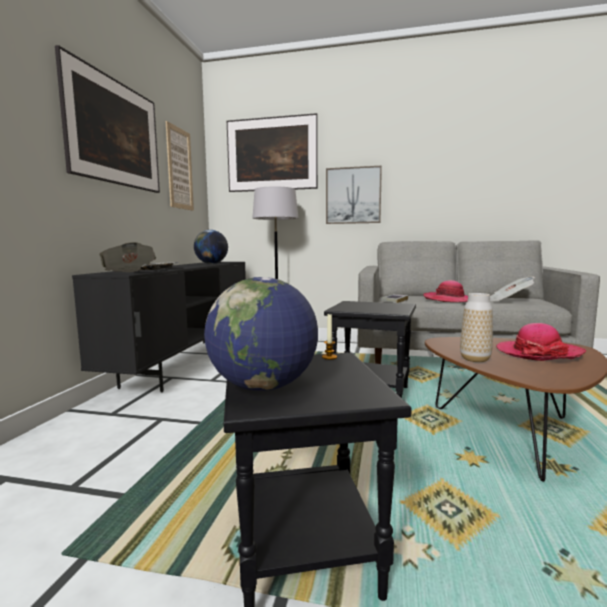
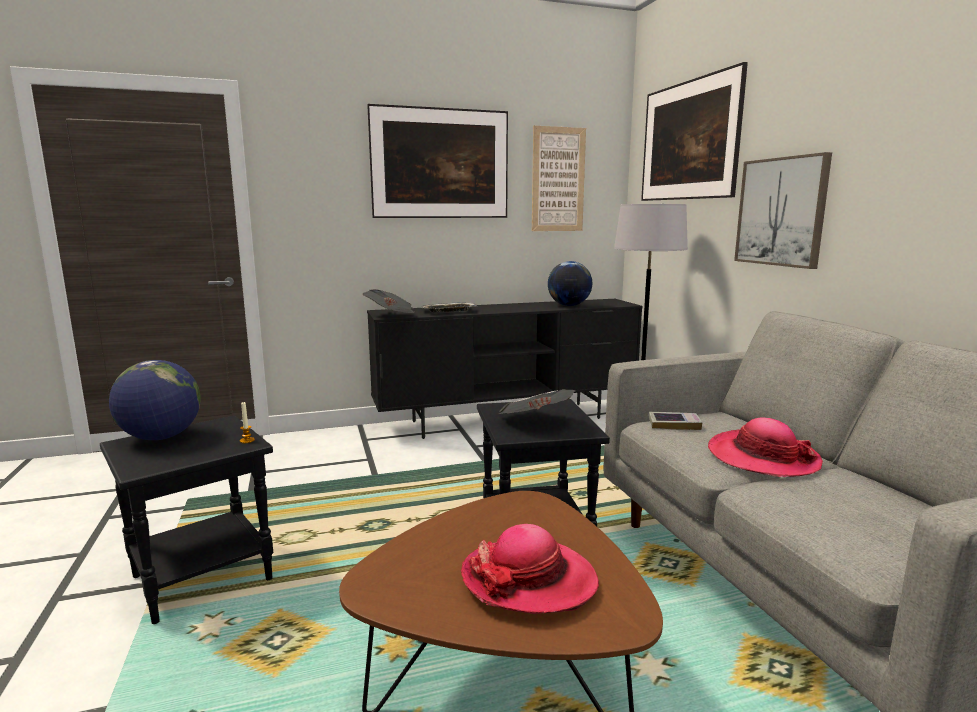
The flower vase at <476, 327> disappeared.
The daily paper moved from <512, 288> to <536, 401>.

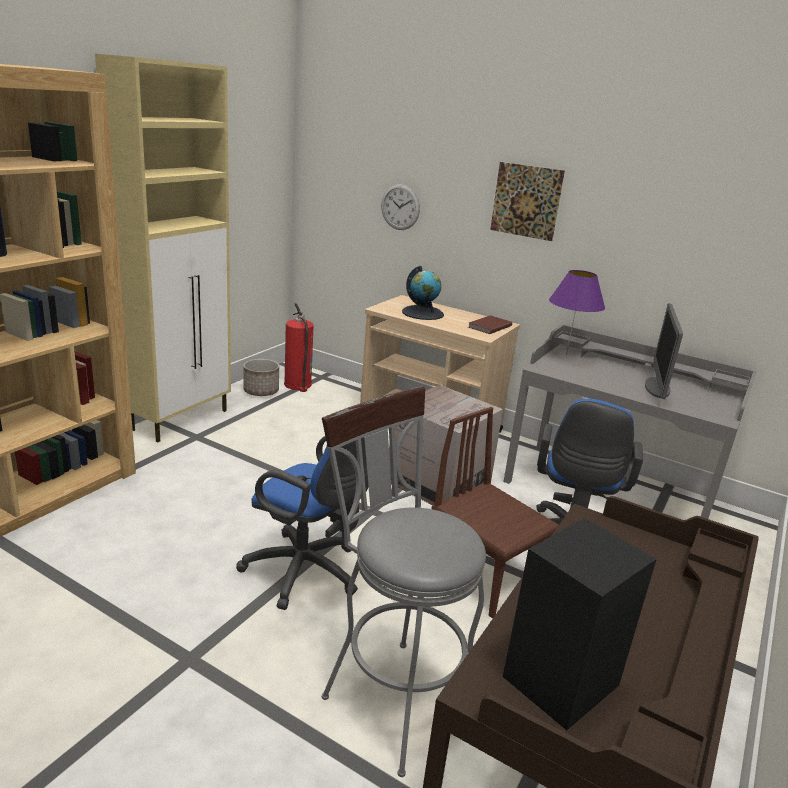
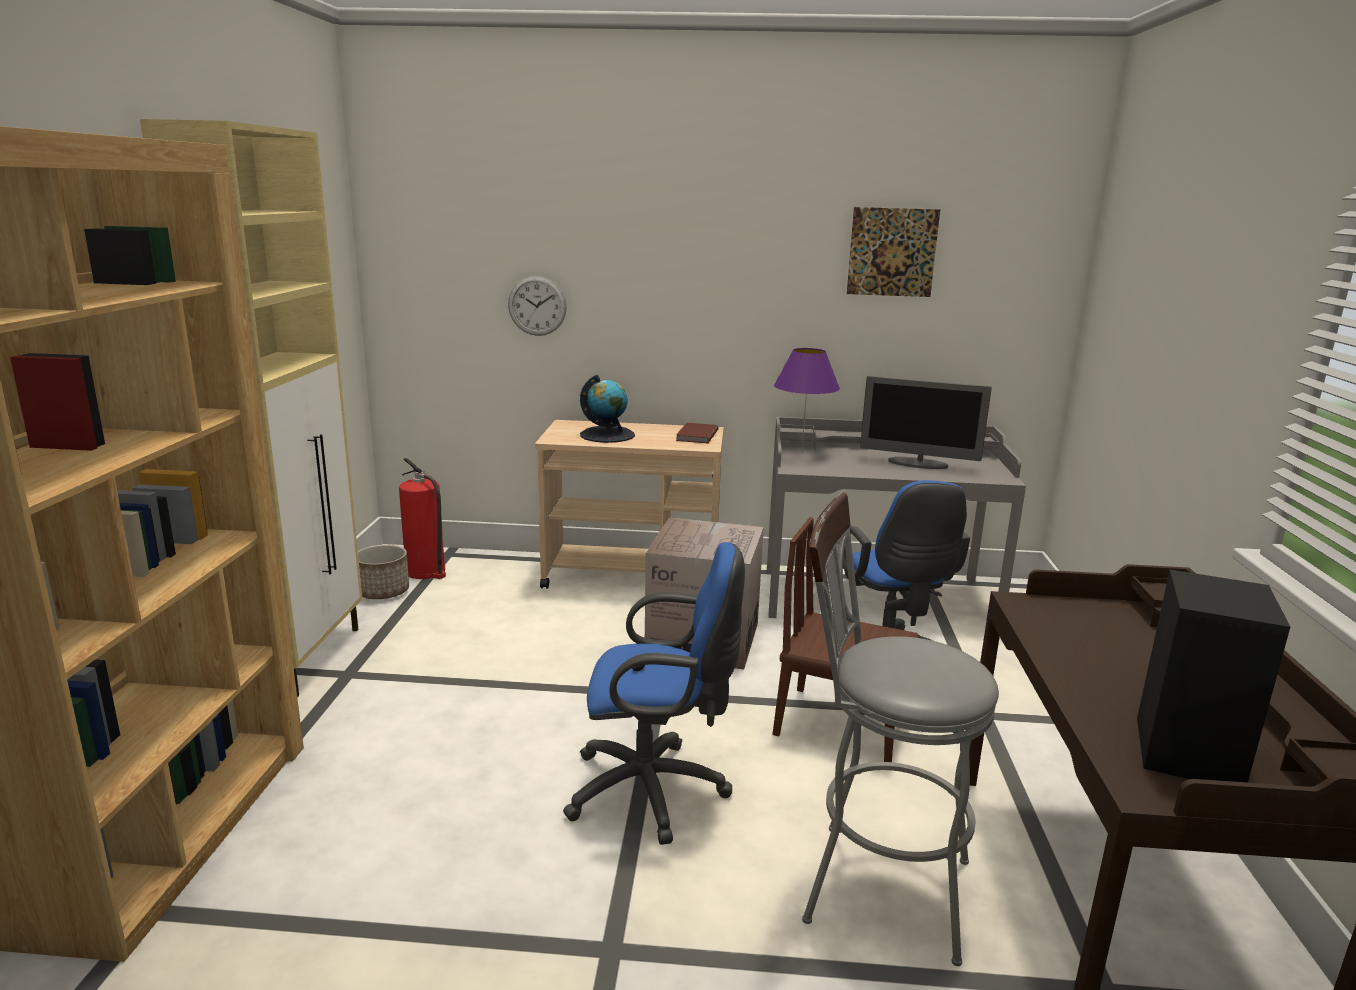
The wall picture moved from <527, 201> to <893, 252>.
The computer screen at <664, 351> turned 60 degrees counterclockwise.

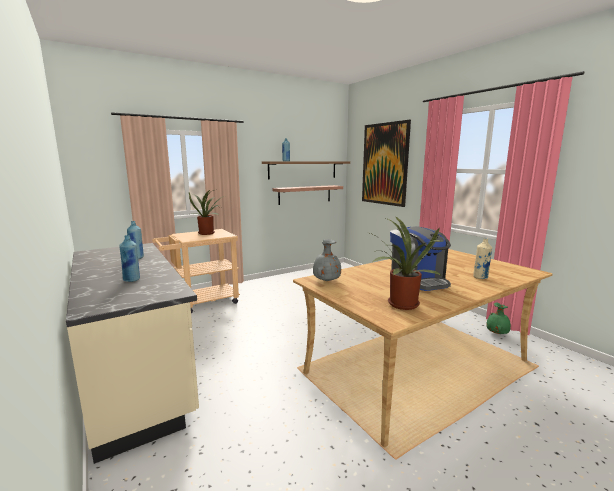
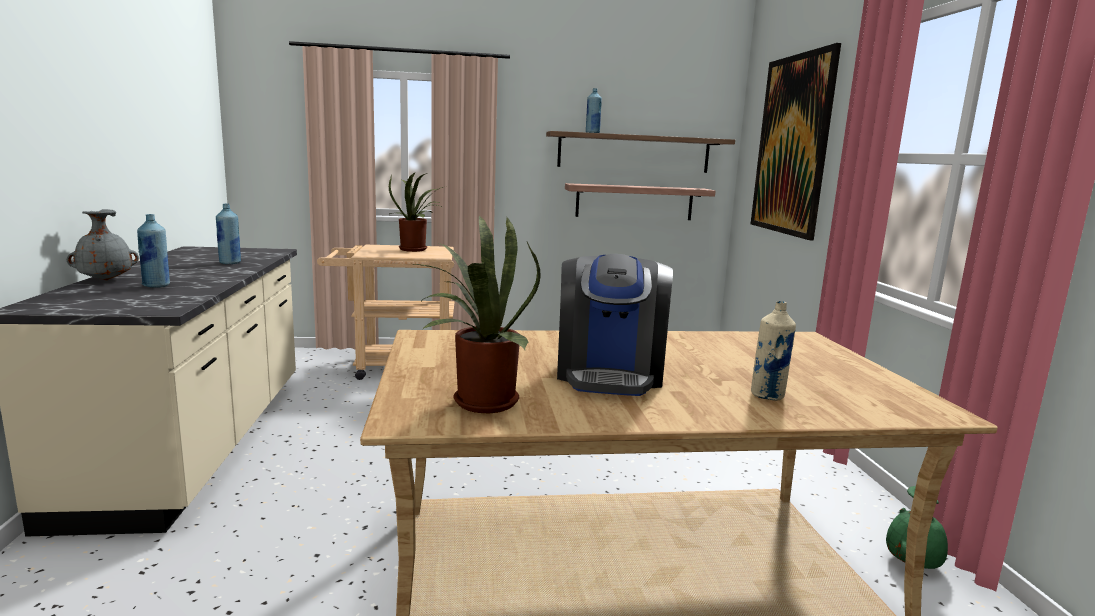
The grey flower vase moved from <327, 260> to <103, 244>.

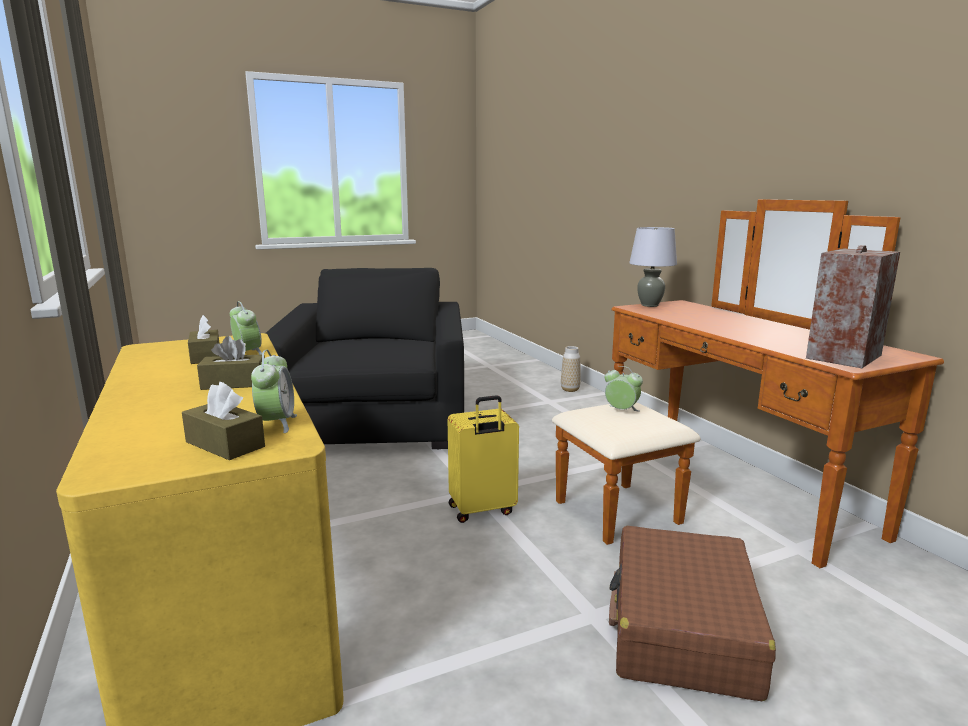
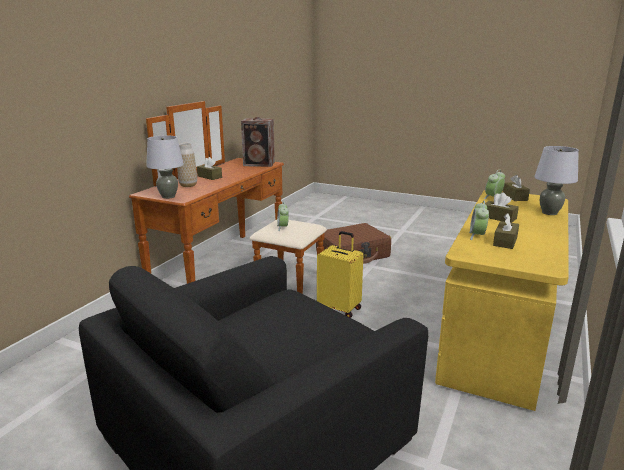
The brown-coloured box of tissues at <209, 168> appeared.
The grey tabletop lamp at <556, 180> appeared.
The flower vase moved from <571, 369> to <187, 165>.

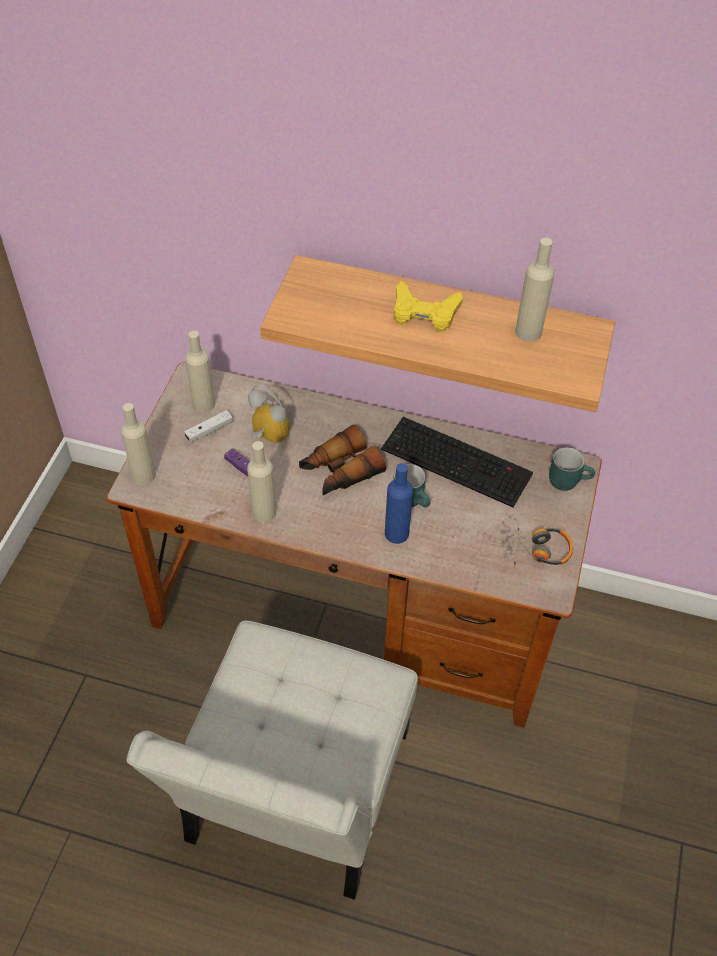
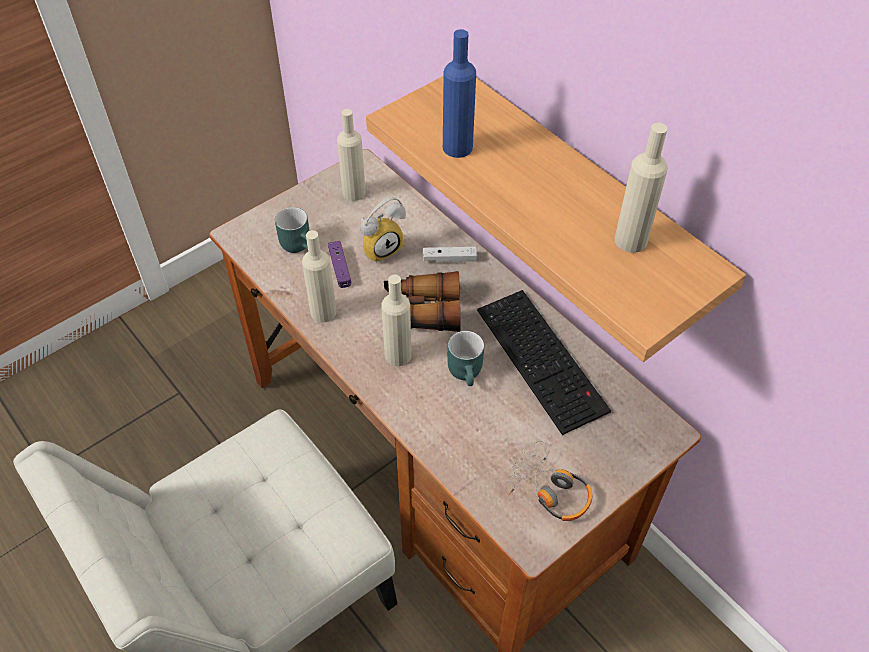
The yellow-coloured joypad at <428, 306> disappeared.
The beige-coloured beverage bottle moved from <138, 444> to <396, 320>.
The whitish joypad moved from <208, 426> to <450, 254>.
The blue-coloured beverage bottle moved from <399, 503> to <459, 93>.
The turquoise coffee mug moved from <572, 469> to <292, 230>.
The bedside clock at <268, 414> turned 75 degrees clockwise.

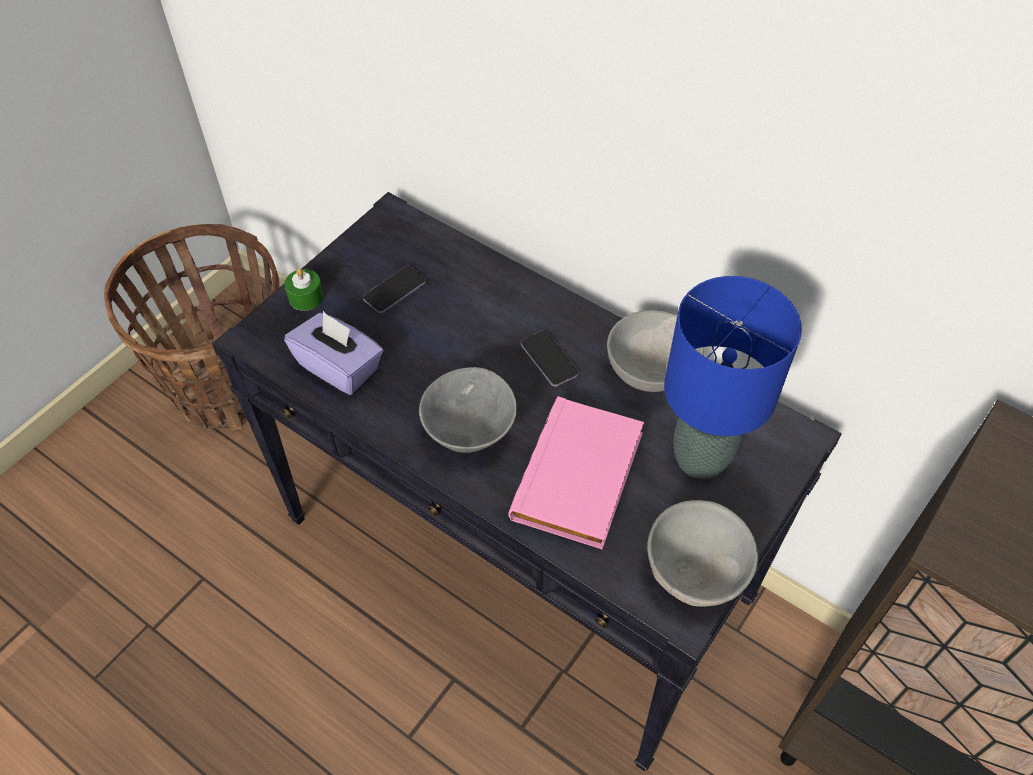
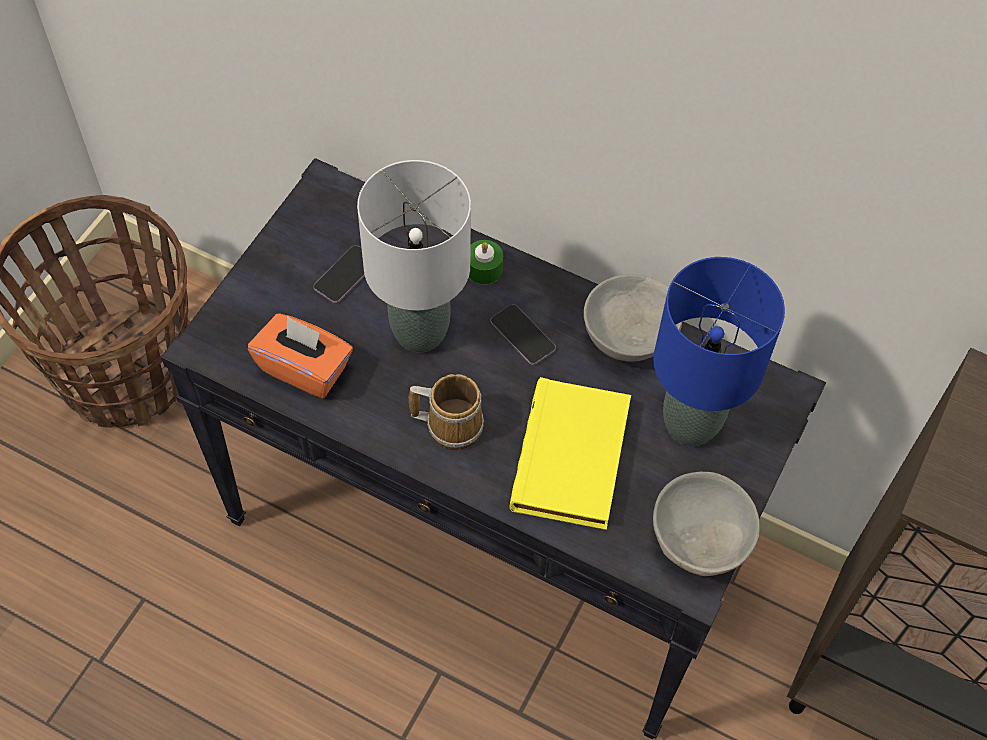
The grey tabletop lamp at <414, 256> appeared.
The green-coloured candle moved from <303, 289> to <486, 262>.
The grey serving bowl at <468, 410> was replaced by the coffee mug at <446, 412>.
The purple box of tissues at <333, 353> became the orange-coloured box of tissues at <300, 355>.
The pink-coloured volume at <576, 472> became the yellow-coloured volume at <570, 453>.

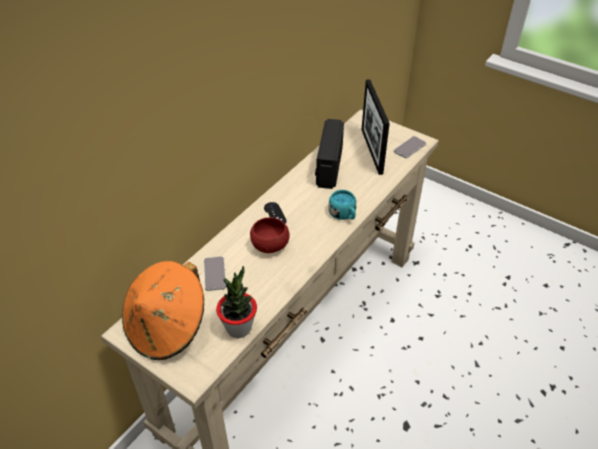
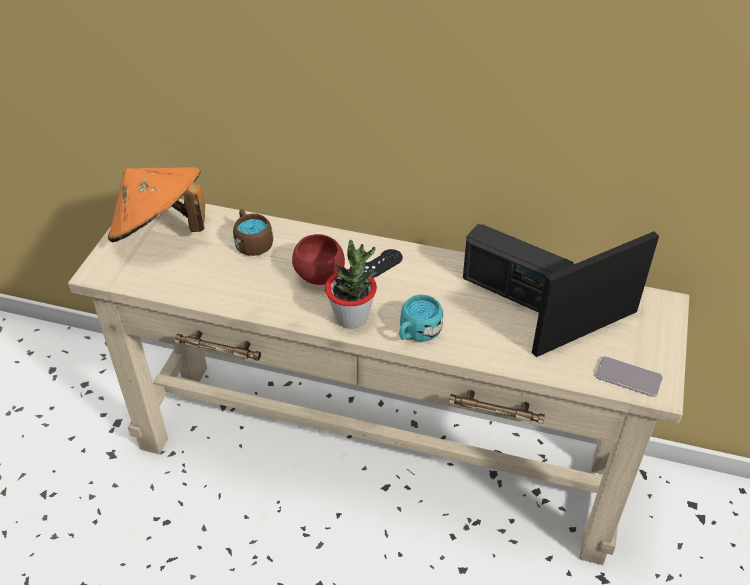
The houseplant moved from <236, 302> to <351, 284>.
The handset at <215, 273> was replaced by the brown-coloured coffee mug at <253, 232>.
The radio receiver at <329, 154> turned 135 degrees counterclockwise.

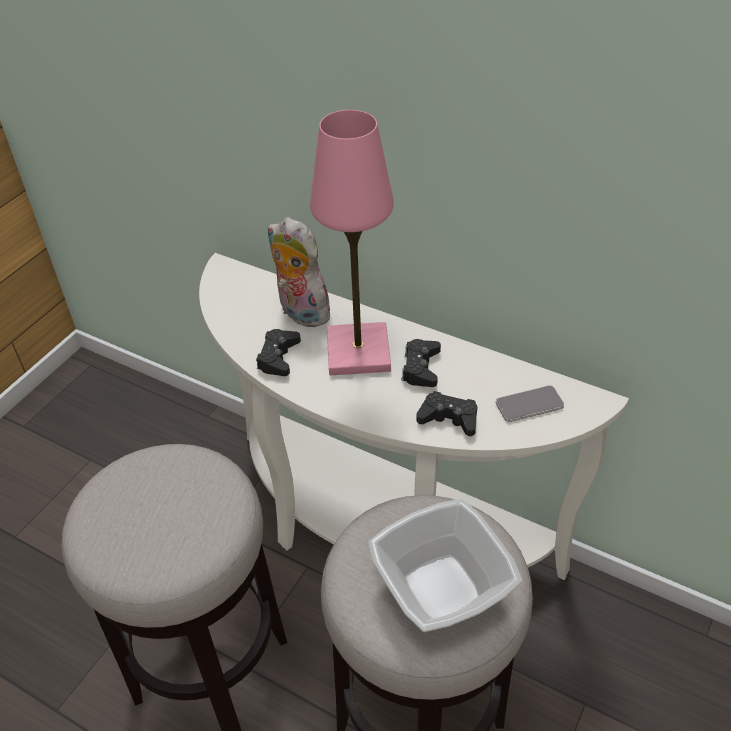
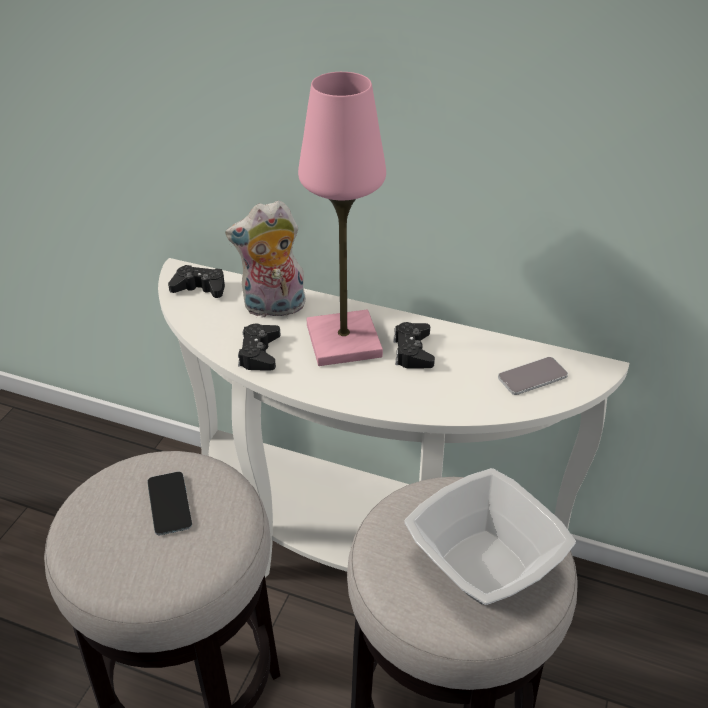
The handset at <169, 503> appeared.
The black joypad moved from <446, 413> to <196, 281>.
The soft toy at <301, 272> turned 45 degrees counterclockwise.

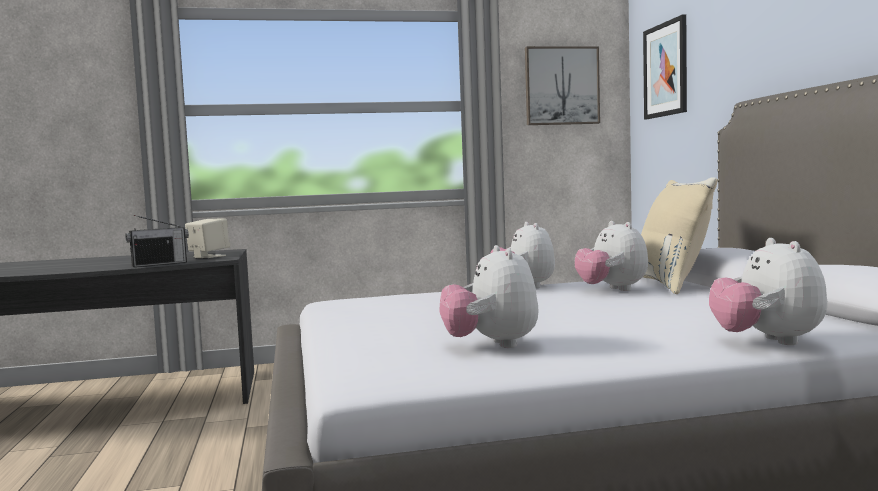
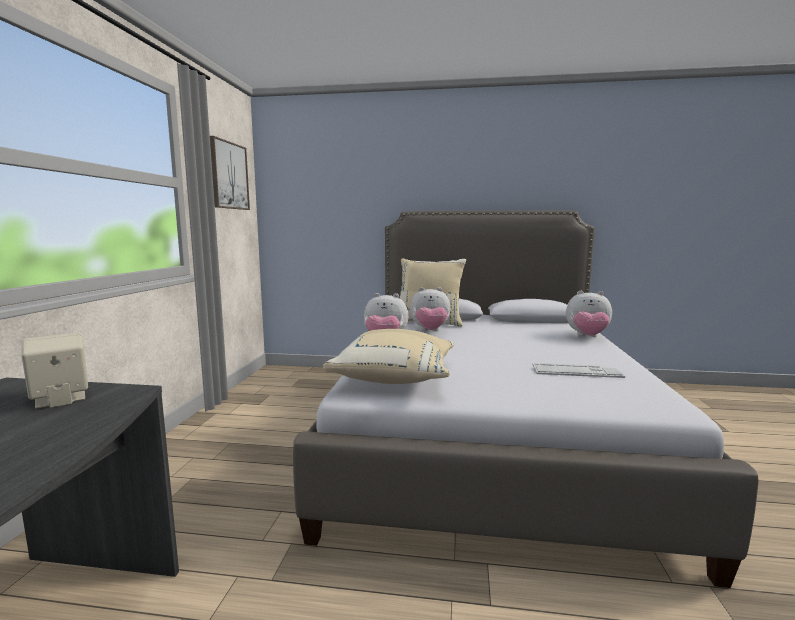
The radio receiver at <157, 241> disappeared.
The wall picture at <665, 66> disappeared.
The beige-coloured cushion at <388, 356> appeared.
The soft toy at <488, 296> was replaced by the keyboard at <579, 370>.

